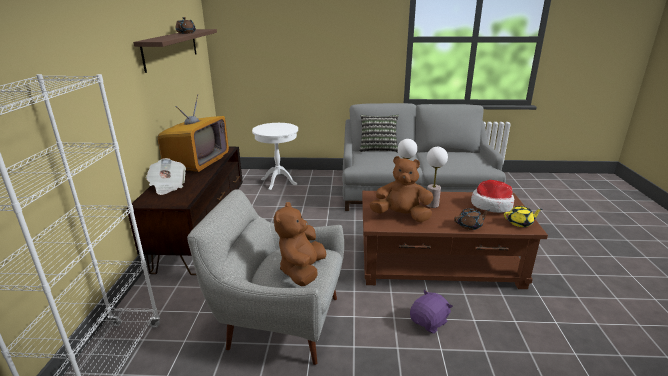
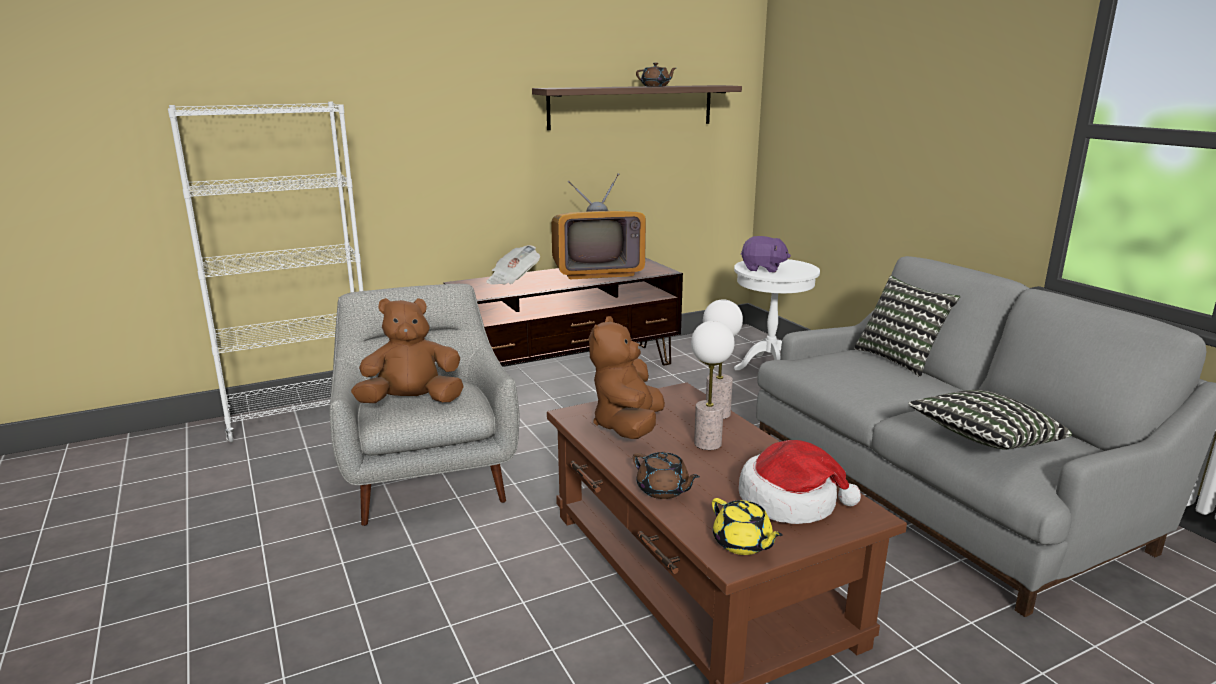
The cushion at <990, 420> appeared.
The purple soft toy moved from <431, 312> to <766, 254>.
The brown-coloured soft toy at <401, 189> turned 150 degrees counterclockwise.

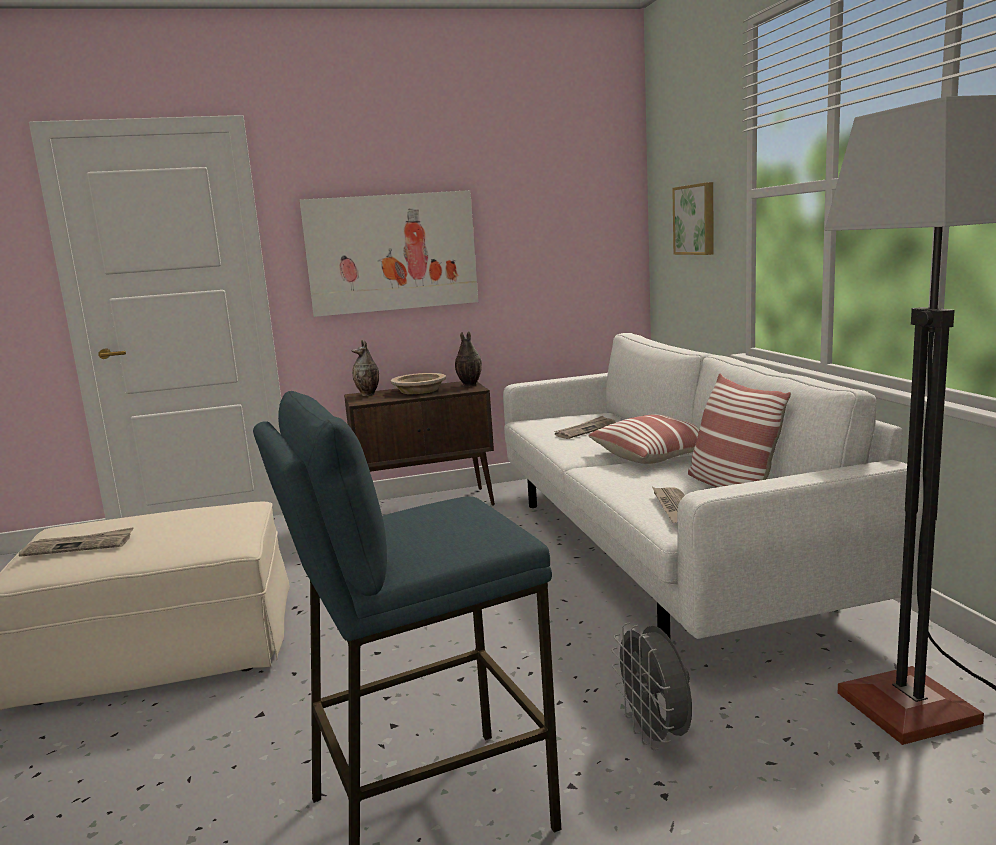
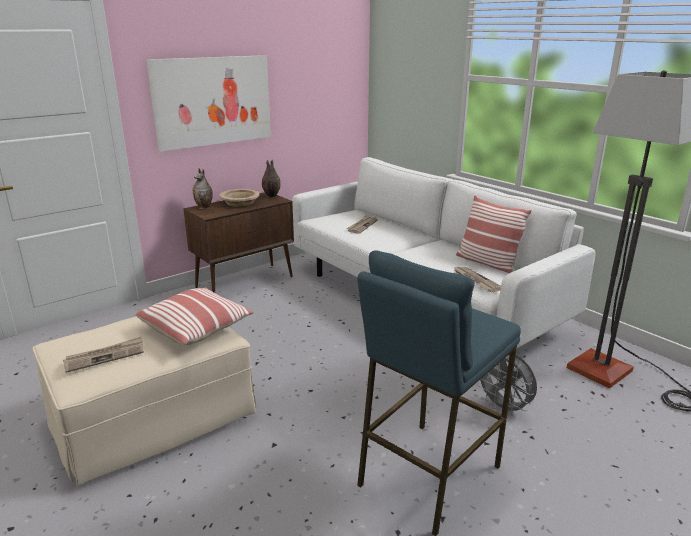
The wall picture at <693, 218> disappeared.
The cushion moved from <644, 439> to <194, 316>.

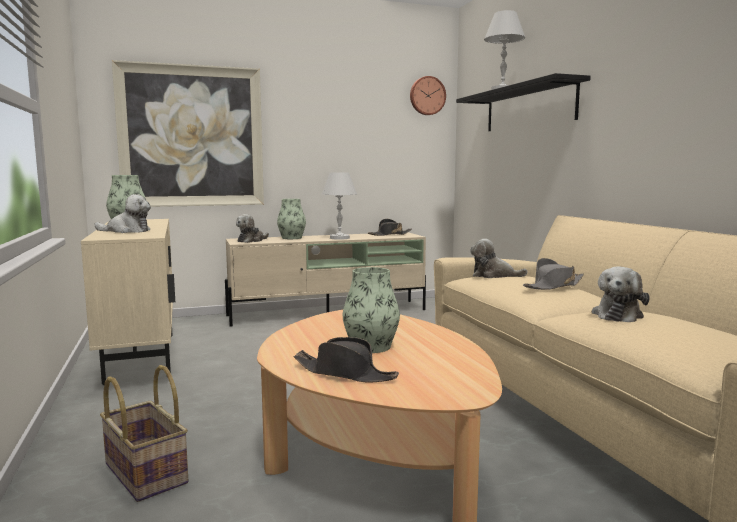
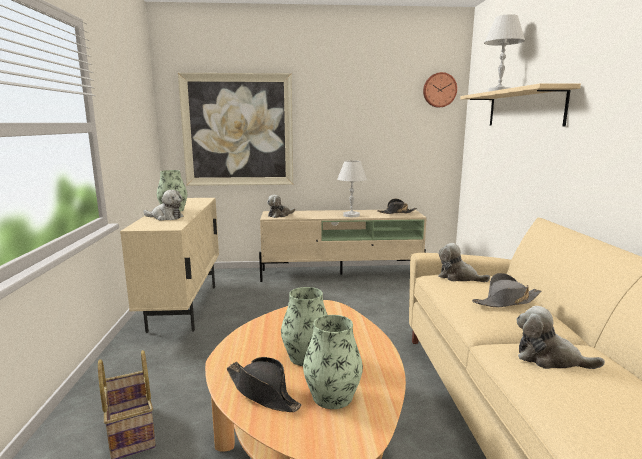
The flower vase moved from <291, 219> to <333, 362>.
The black wall shelf at <523, 102> became the beige-coloured wall shelf at <520, 105>.
The soft toy at <621, 294> turned 75 degrees clockwise.

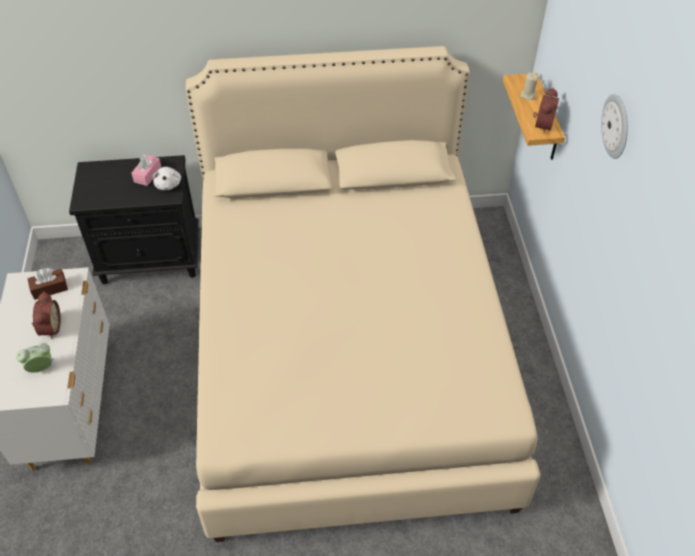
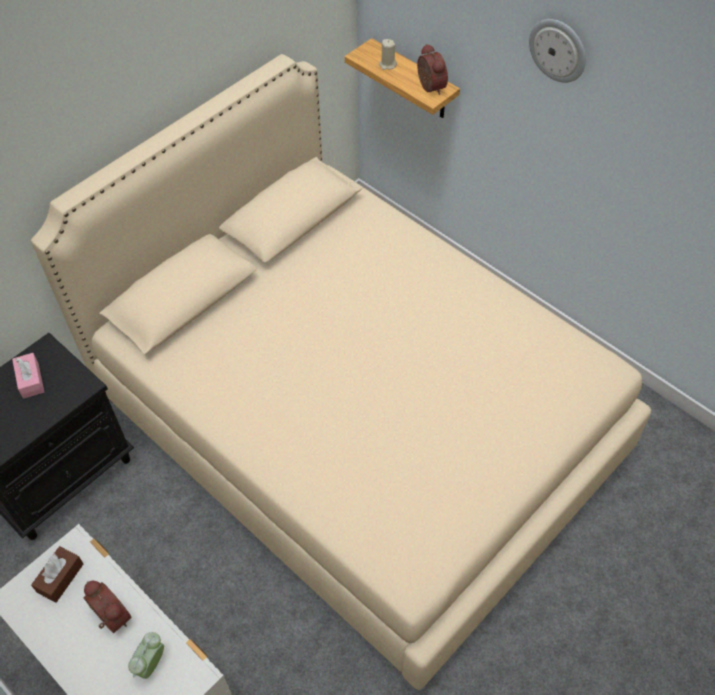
The whitish soft toy at <167, 178> disappeared.

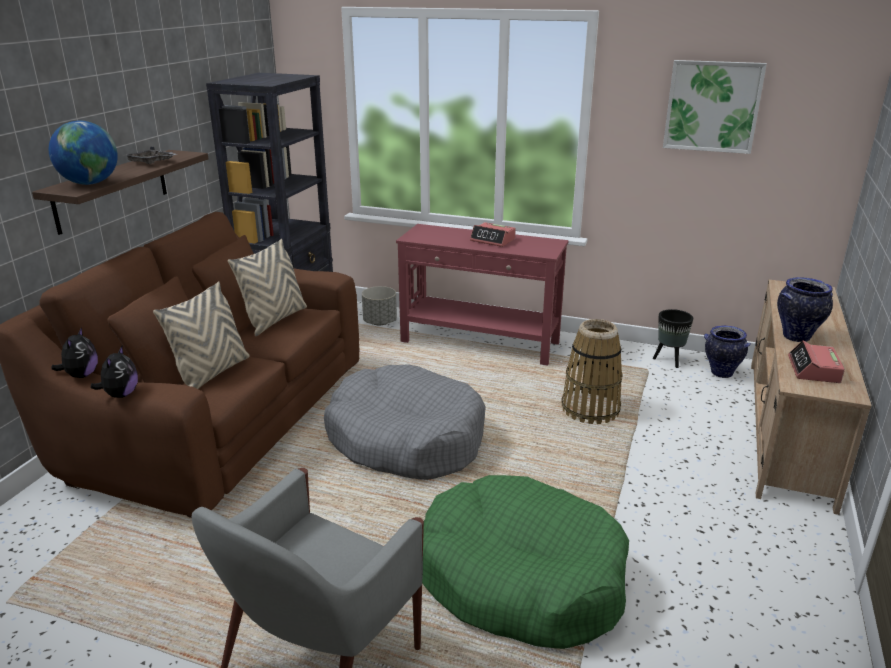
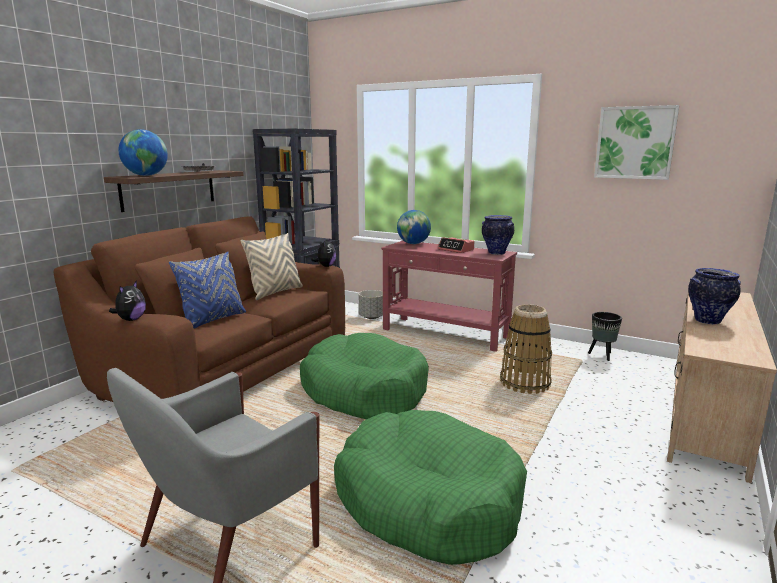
The bedside clock at <816, 361> disappeared.
The globe at <414, 227> appeared.
The soft toy moved from <74, 352> to <323, 252>.
The flower vase moved from <727, 351> to <498, 235>.
The beige-coloured cushion at <201, 335> became the blue-coloured cushion at <207, 290>.
The grey dog bed at <405, 422> became the green-coloured dog bed at <364, 376>.

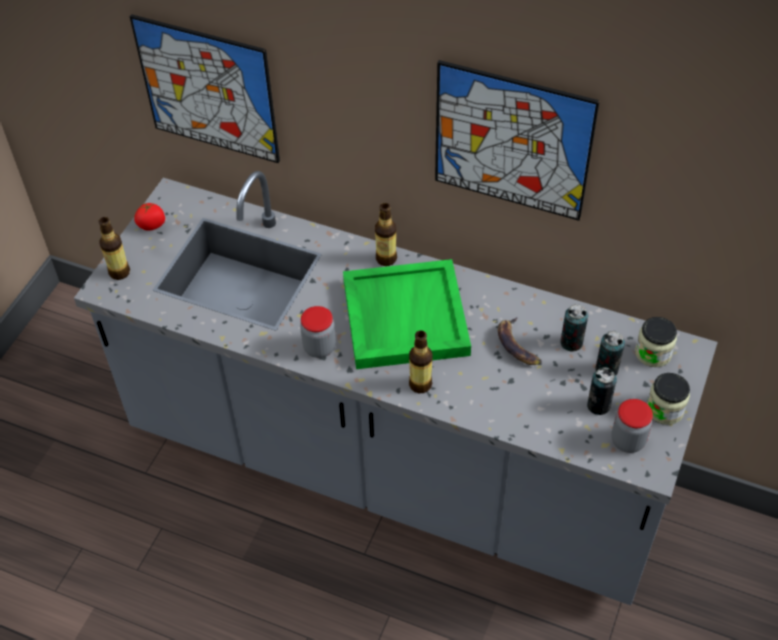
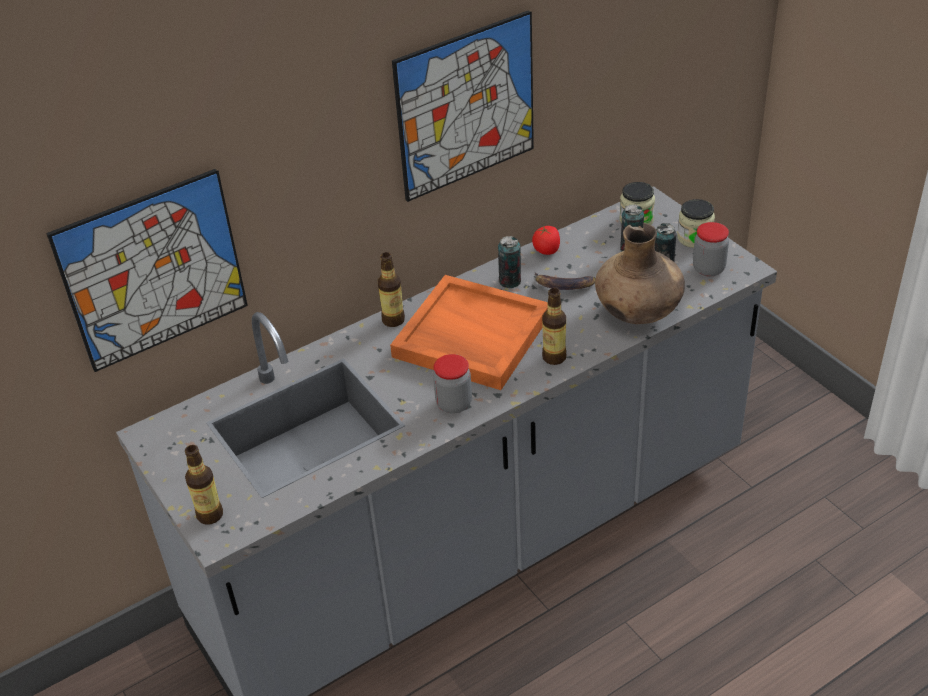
The brown-coloured flower vase at <640, 273> appeared.
The tomato moved from <149, 216> to <546, 240>.
The metal can moved from <574, 327> to <509, 262>.
The green-coloured serving tray at <407, 314> became the orange-coloured serving tray at <469, 332>.

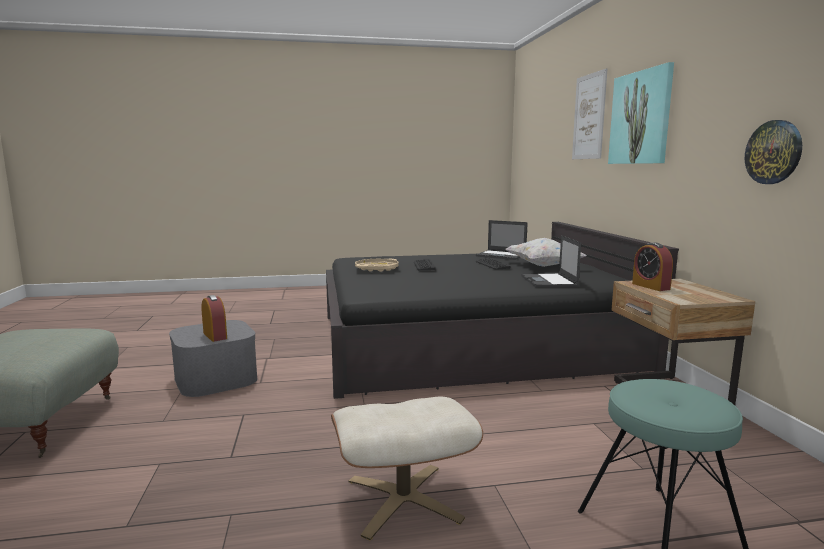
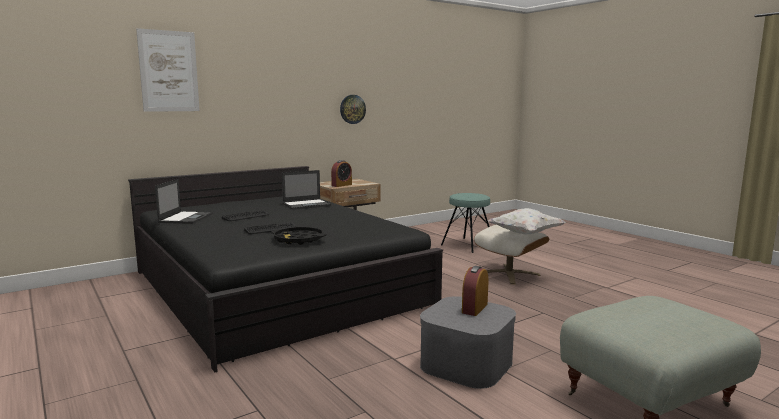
The wall picture at <641, 113> disappeared.
The whitish cushion moved from <546, 252> to <526, 221>.
The beige-coloured serving tray at <377, 265> became the black serving tray at <299, 236>.

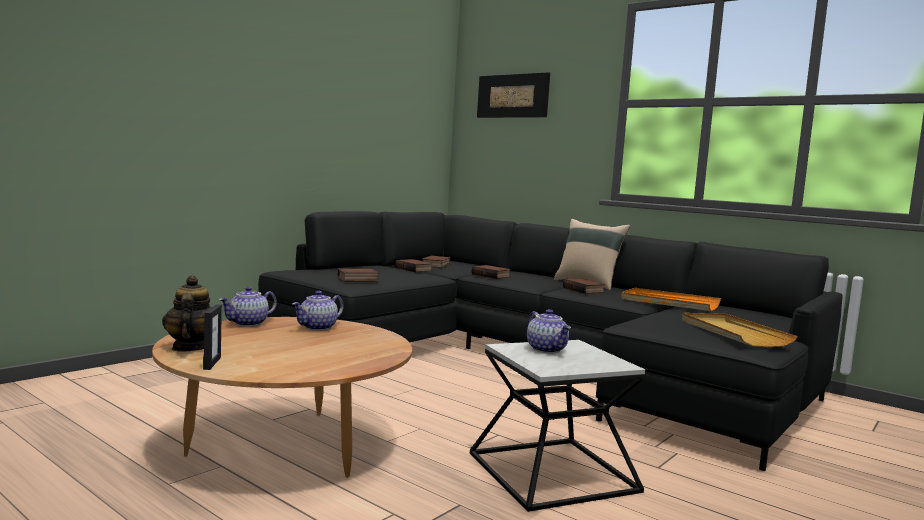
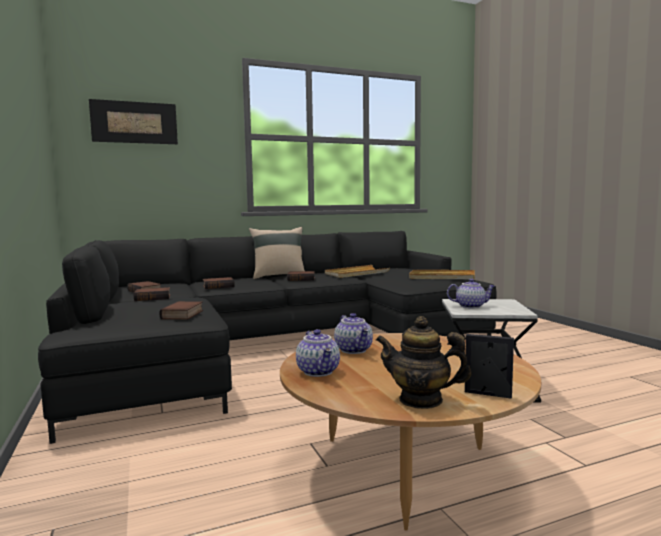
The orange-coloured serving tray at <671, 299> became the beige-coloured serving tray at <357, 271>.

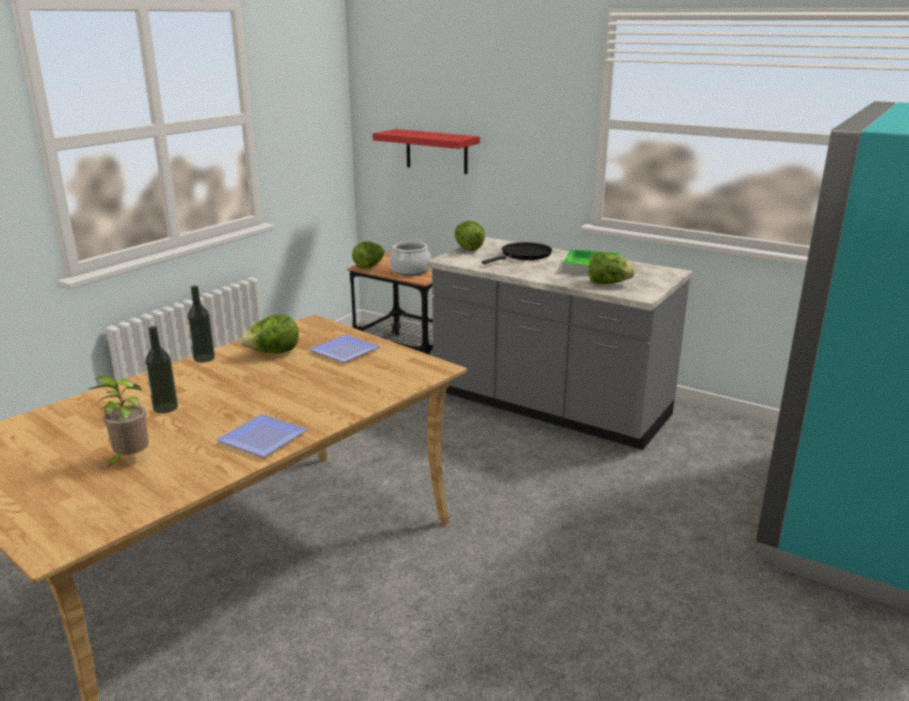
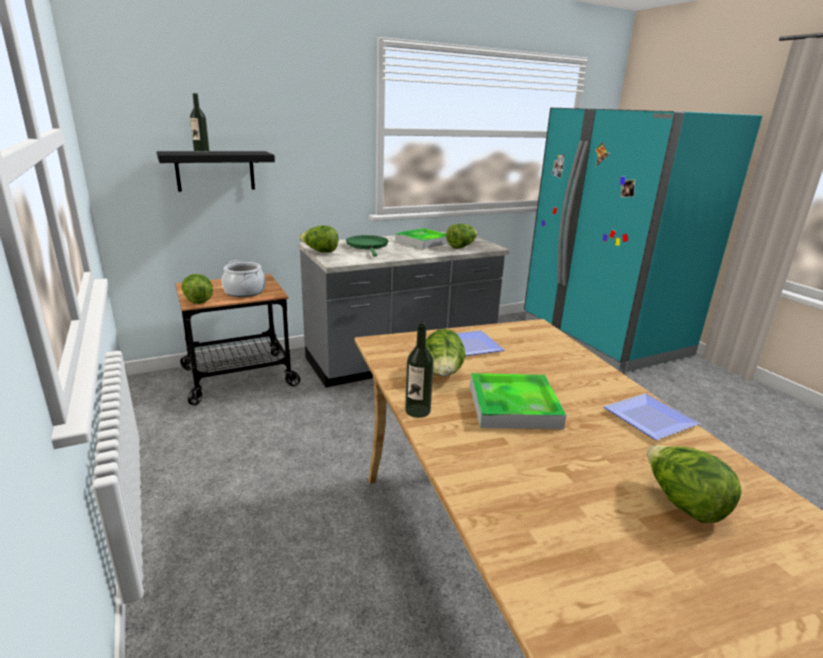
The serving tray at <518, 401> appeared.
The beverage bottle moved from <161, 369> to <200, 123>.
The houseplant at <119, 421> was replaced by the head of lettuce at <694, 484>.
The red wall shelf at <426, 151> became the black wall shelf at <216, 171>.
The black frying pan at <517, 253> became the green-coloured frying pan at <367, 245>.

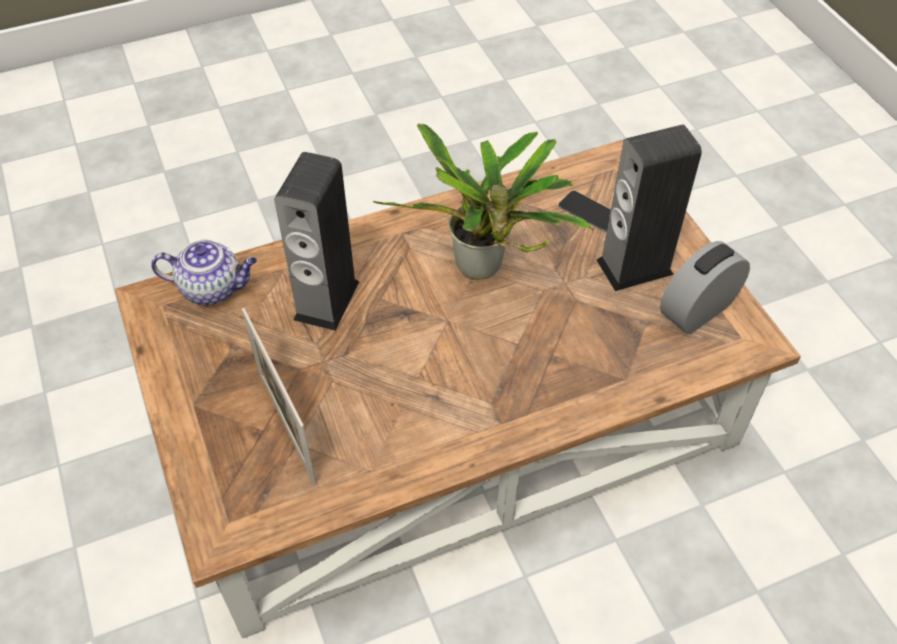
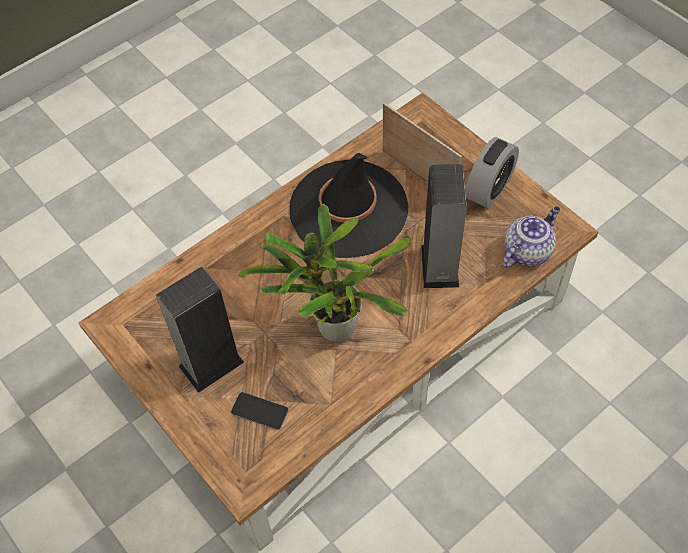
The black wearable hat at <349, 205> appeared.
The bedside clock moved from <705, 287> to <492, 172>.
The teapot at <204, 272> turned 150 degrees clockwise.

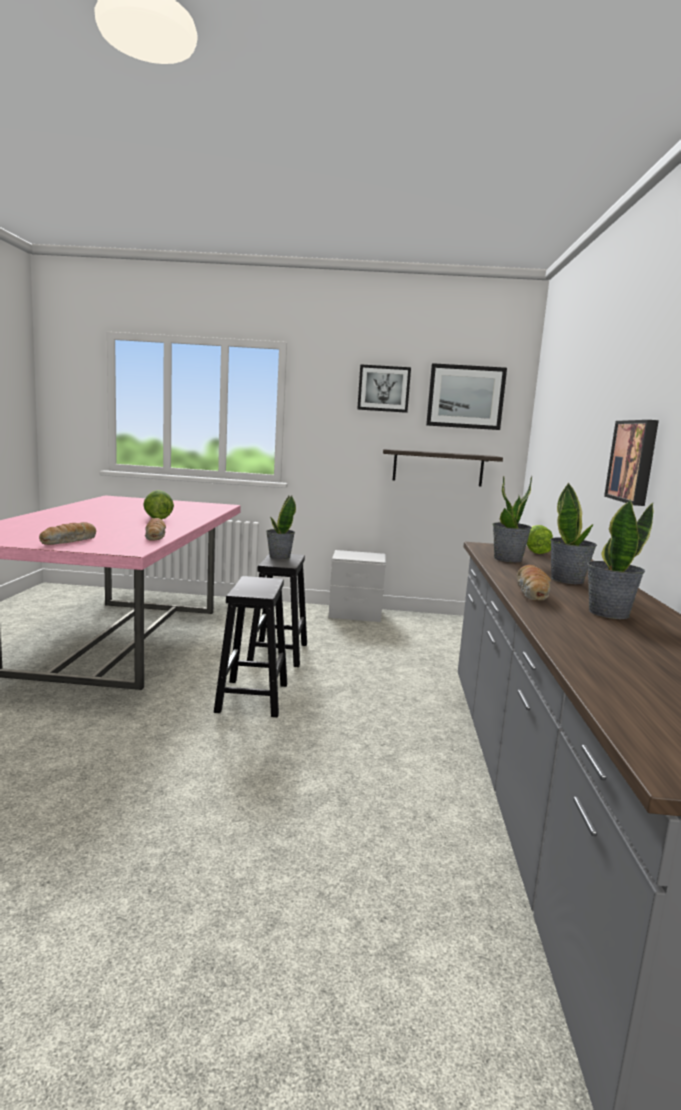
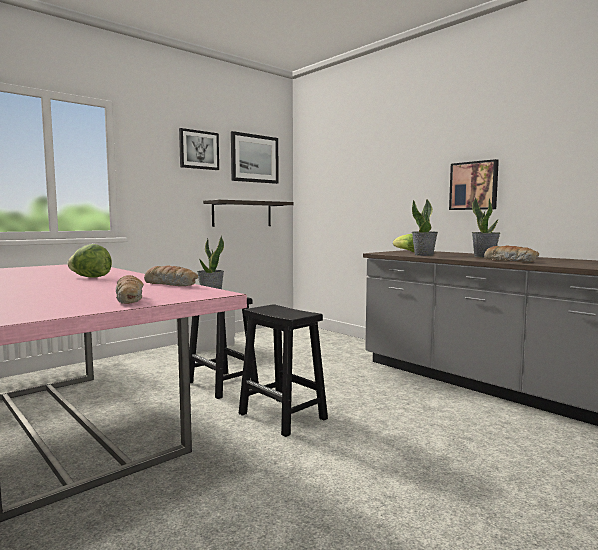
The houseplant at <620, 559> disappeared.

